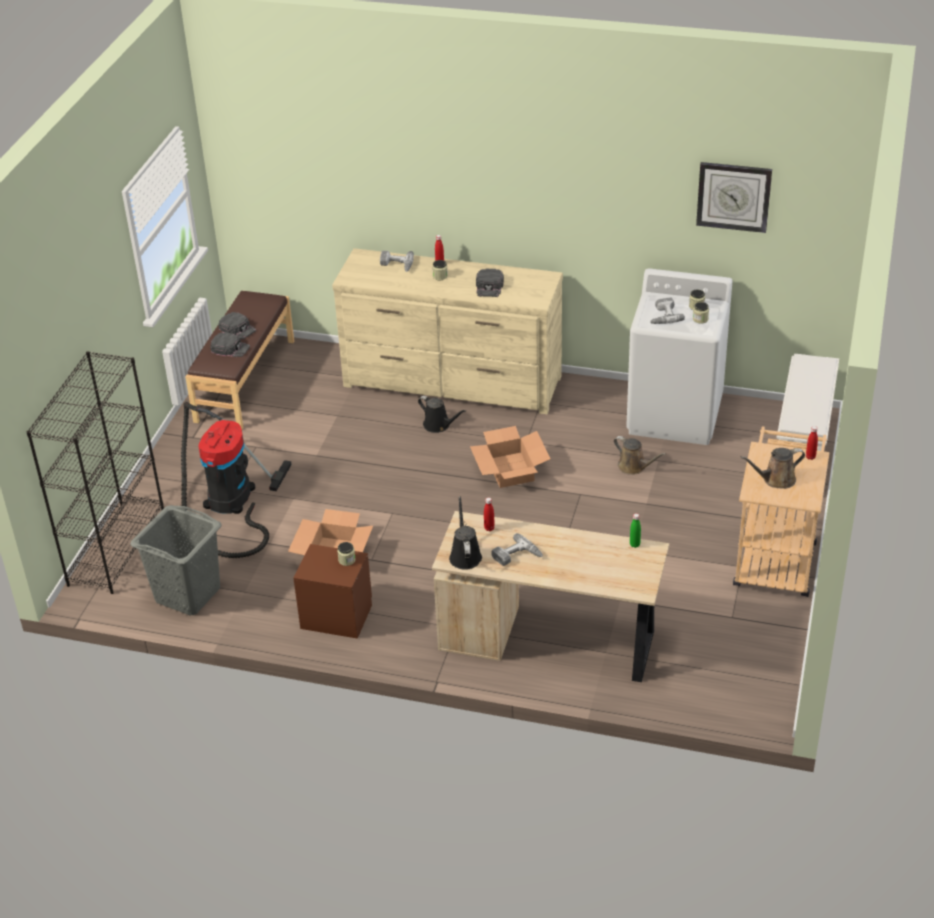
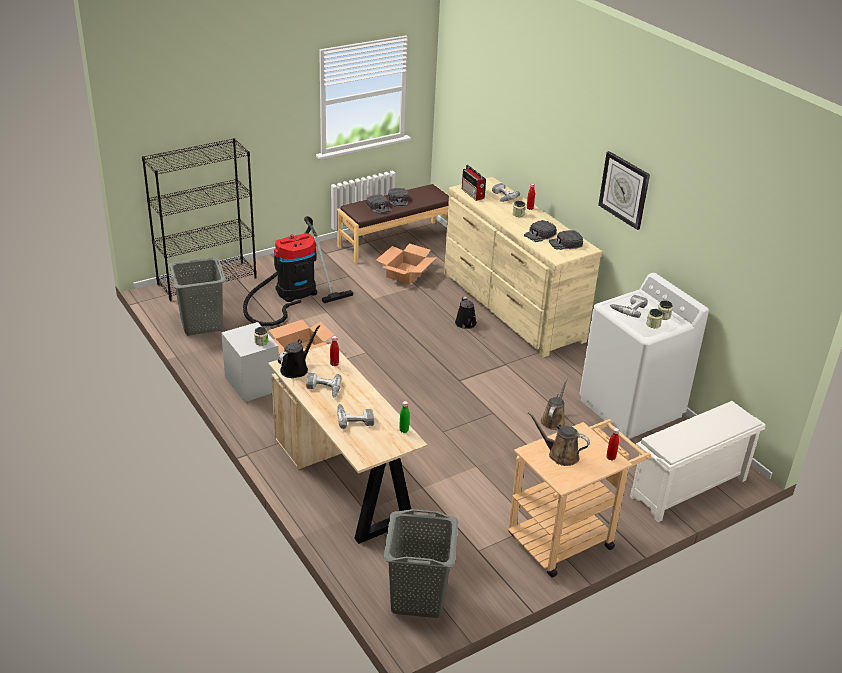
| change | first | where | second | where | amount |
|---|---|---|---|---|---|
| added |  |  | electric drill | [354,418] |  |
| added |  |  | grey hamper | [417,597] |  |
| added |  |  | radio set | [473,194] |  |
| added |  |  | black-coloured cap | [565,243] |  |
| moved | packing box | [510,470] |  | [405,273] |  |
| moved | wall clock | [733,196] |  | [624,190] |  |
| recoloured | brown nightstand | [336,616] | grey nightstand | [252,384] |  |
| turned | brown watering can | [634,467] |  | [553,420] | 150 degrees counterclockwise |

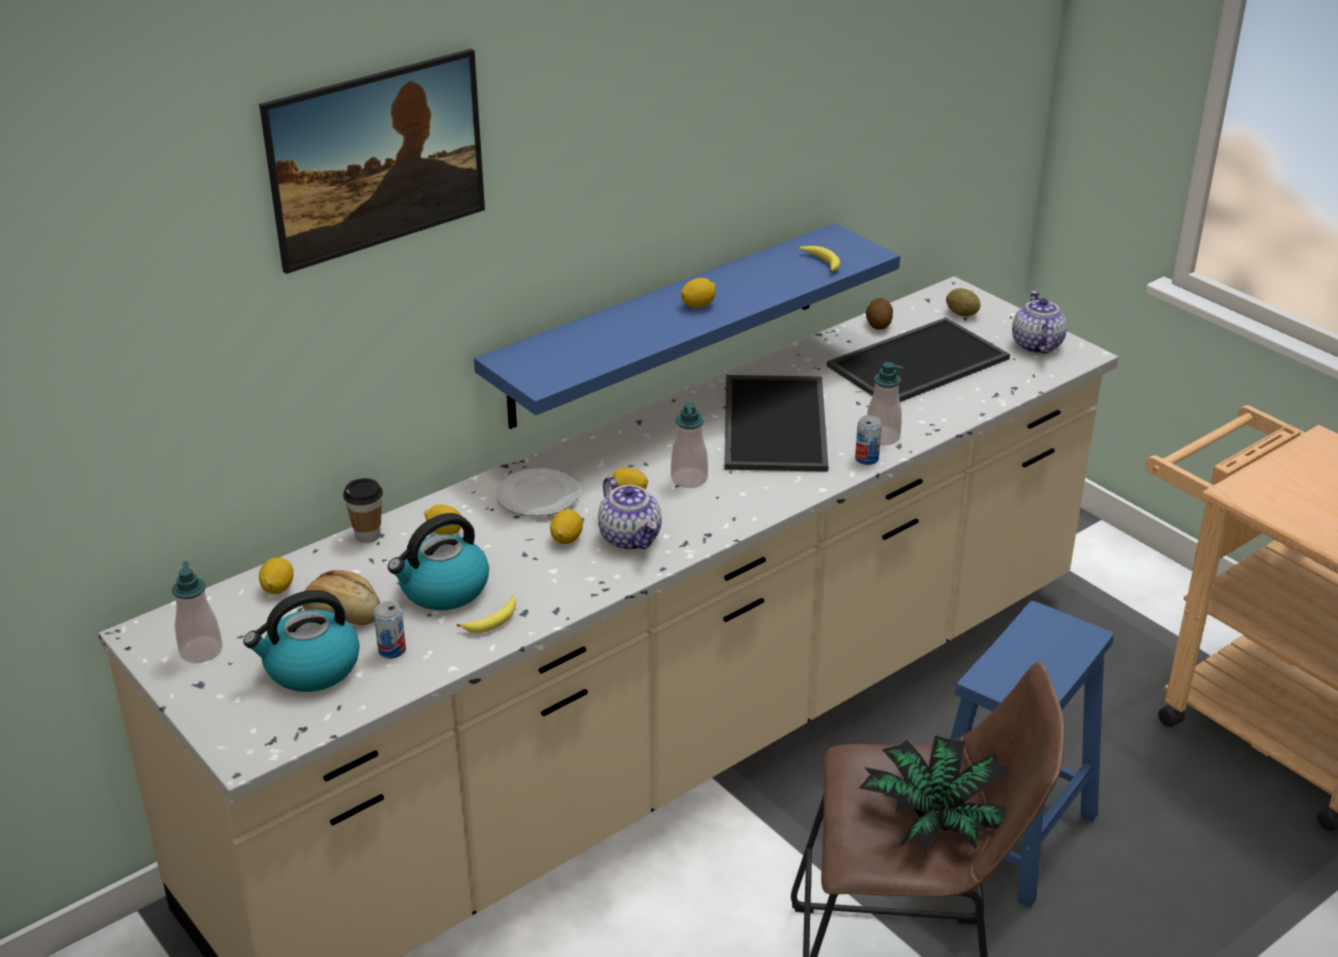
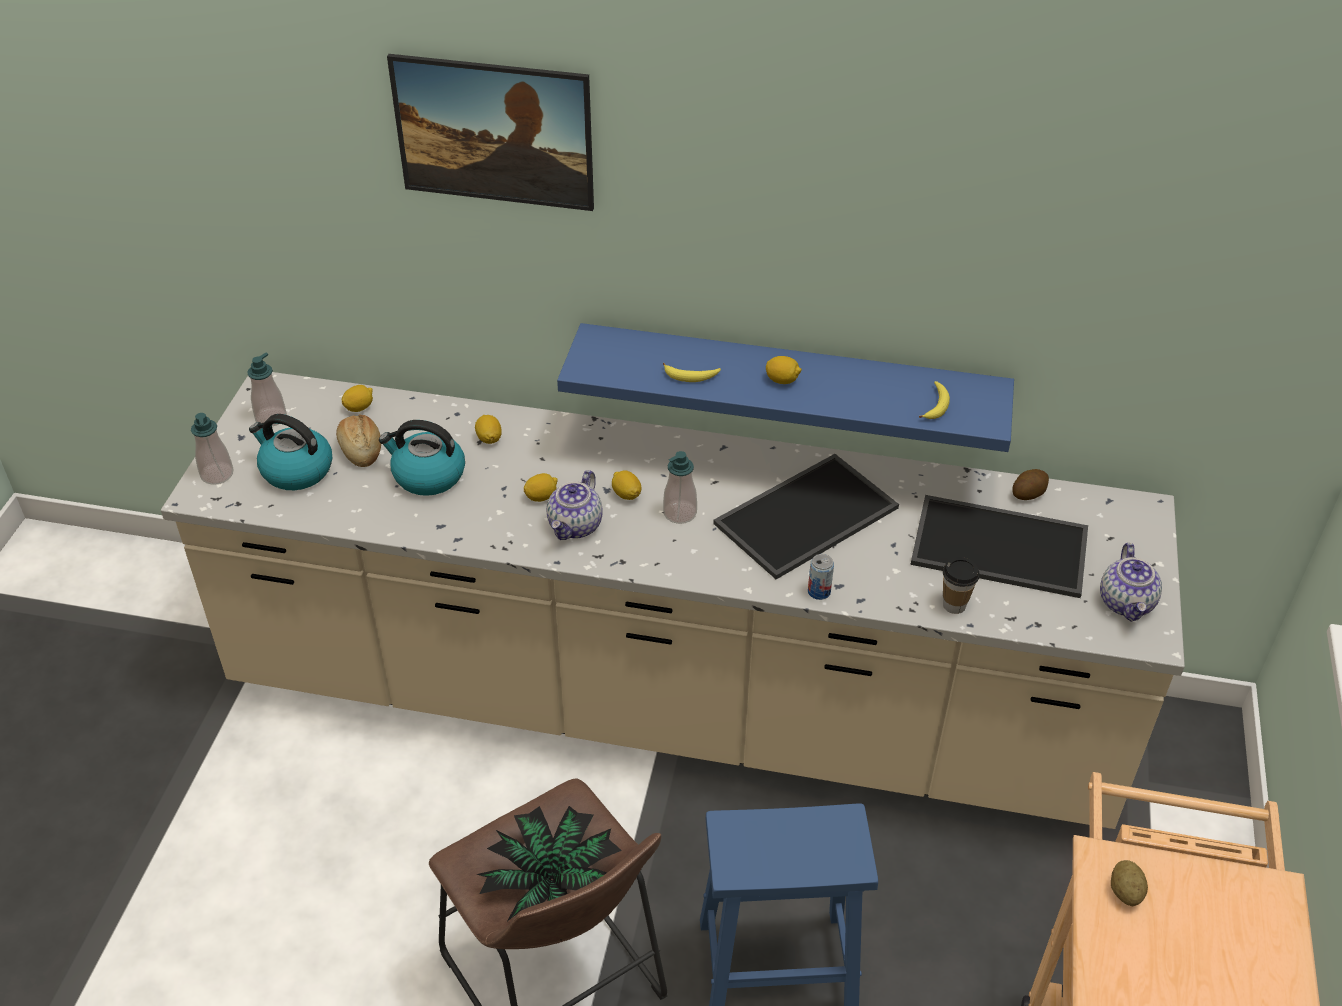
| change | first | where | second | where | amount |
|---|---|---|---|---|---|
| removed | sealed can | [392,650] |  |  |  |
| removed | plate | [537,496] |  |  |  |
| moved | cup | [368,535] |  | [954,605] |  |
| moved | banana | [493,621] |  | [691,376] |  |
| moved | liquid soap bottle | [882,437] |  | [217,474] |  |
| moved | spud | [961,314] |  | [1125,892] |  |
| turned | tea pot | [1036,345] |  | [1127,603] | 135 degrees clockwise |

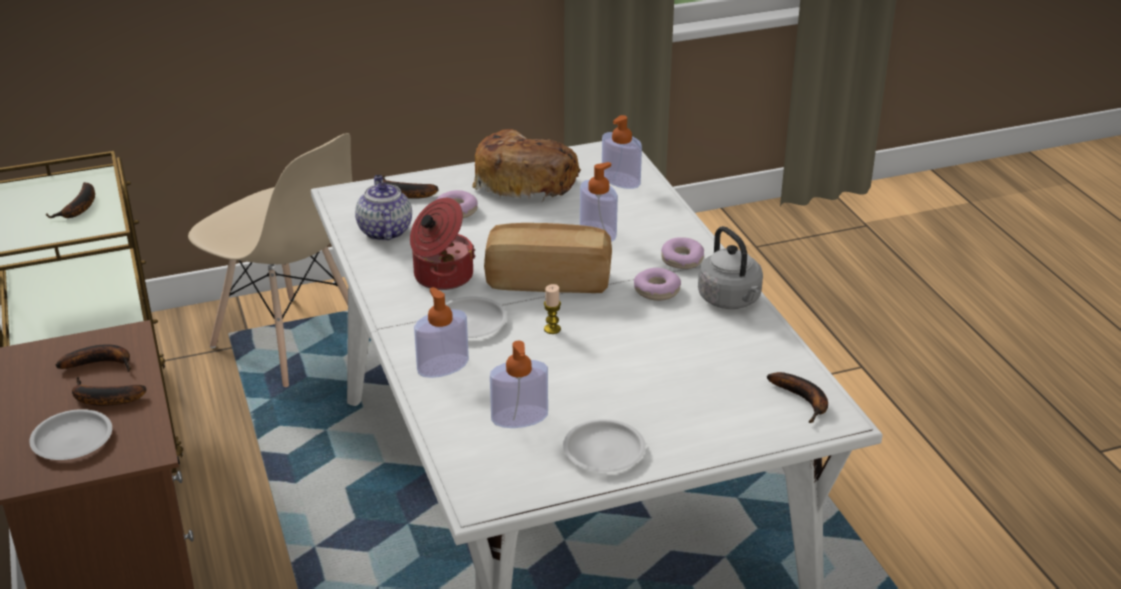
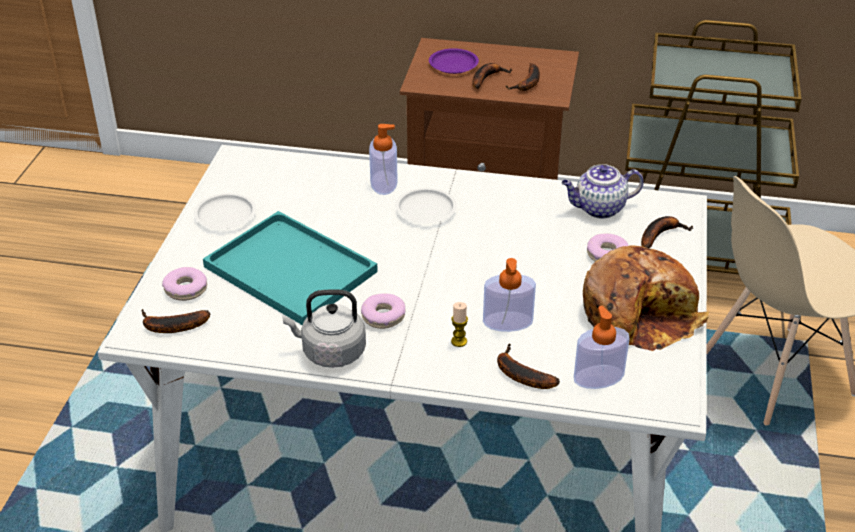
| change | first | where | second | where | amount |
|---|---|---|---|---|---|
| removed | cooking pot | [441,276] |  |  |  |
| removed | baked bread | [548,279] |  |  |  |
| removed | liquid soap bottle | [519,417] |  |  |  |
| added |  |  | blue-green serving tray | [293,270] |  |
| moved | banana | [79,208] |  | [519,374] |  |
| moved | wax candle | [552,329] |  | [459,341] |  |
| moved | ring doughnut | [682,260] |  | [186,289] |  |
| recoloured | white-coloured plate | [72,439] | purplish plate | [454,64] |  |
| turned | tea pot | [384,231] |  | [598,209] | 150 degrees clockwise |

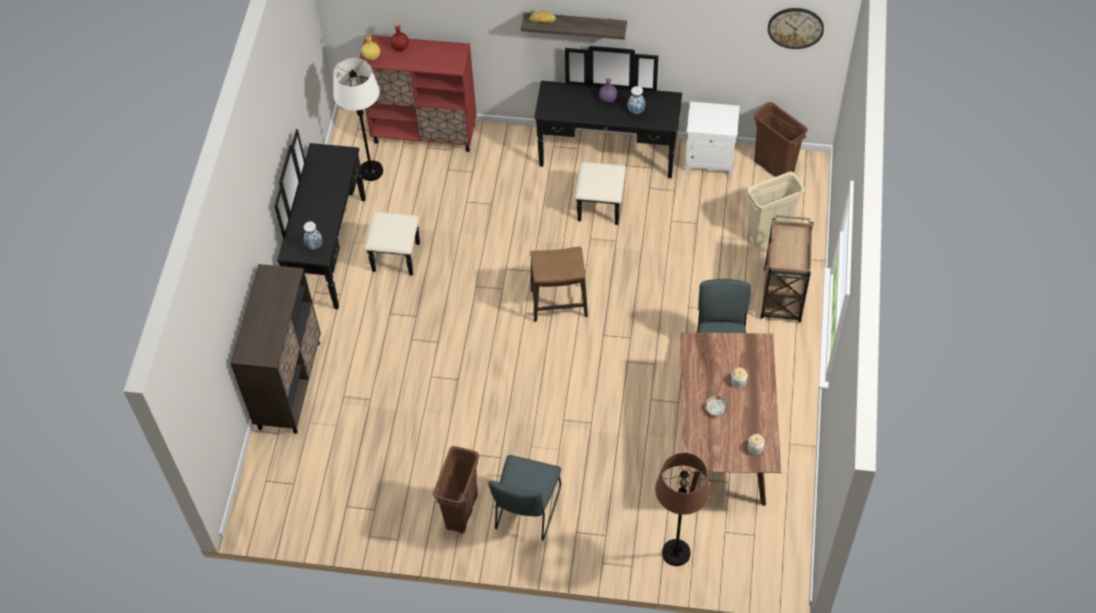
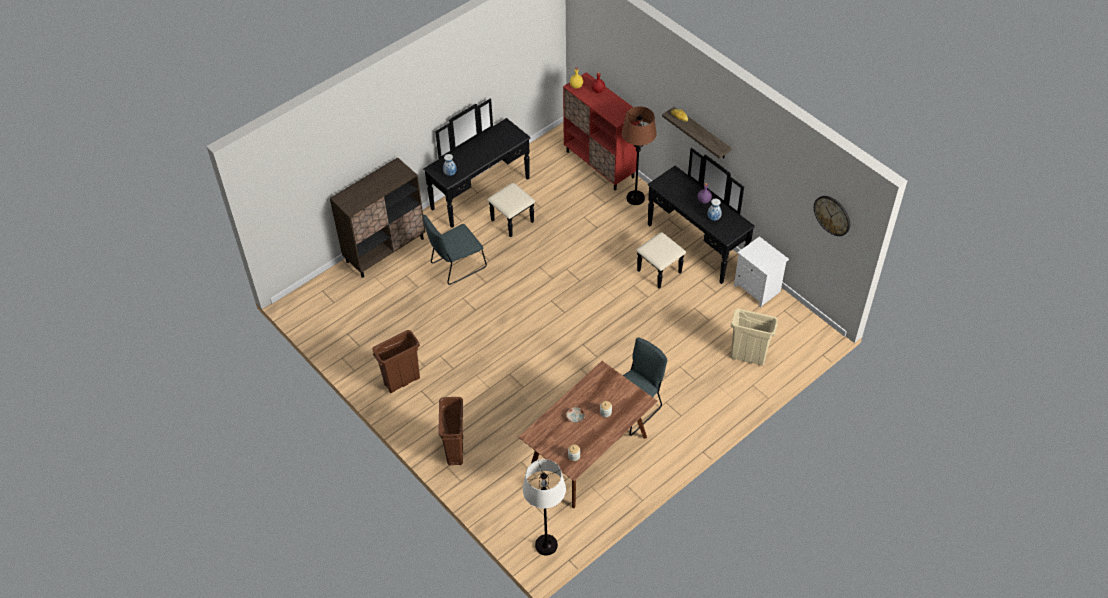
| change | first | where | second | where | amount |
|---|---|---|---|---|---|
| removed | stool seat | [559,303] |  |  |  |
| removed | brown trolley | [782,297] |  |  |  |
| moved | white-coloured standard lamp | [371,171] |  | [546,545] |  |
| moved | grey upright chair | [526,511] |  | [456,266] |  |
| moved | brown standard lamp | [676,553] |  | [635,198] |  |
| moved | brown trash can | [773,168] |  | [455,450] |  |

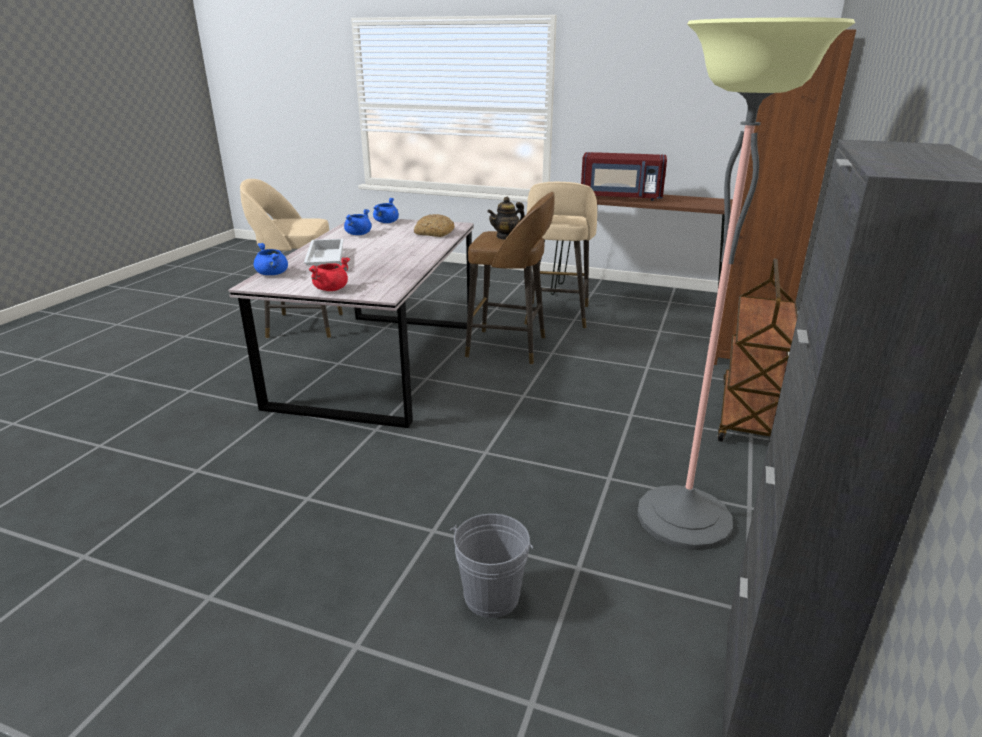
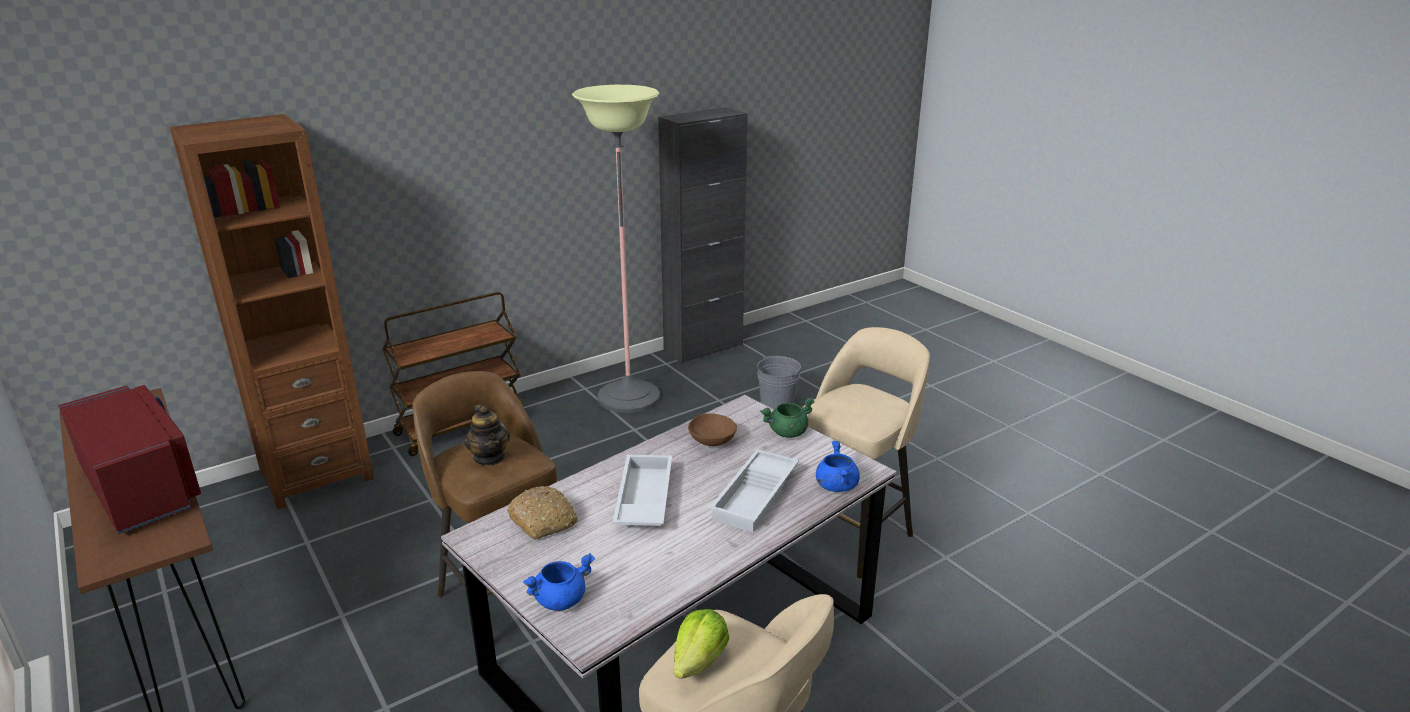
| change | first | where | second | where | amount |
|---|---|---|---|---|---|
| removed | bluish cooking pot | [358,234] |  |  |  |
| added |  |  | white-coloured serving tray | [642,499] |  |
| added |  |  | lettuce | [700,661] |  |
| added |  |  | brown serving bowl | [711,441] |  |
| moved | beige-coloured stool seat | [556,316] |  | [852,534] |  |
| recoloured | reddish cooking pot | [331,289] | green-coloured cooking pot | [787,433] |  |
| turned | tea pot | [506,237] |  | [490,457] | 60 degrees clockwise |

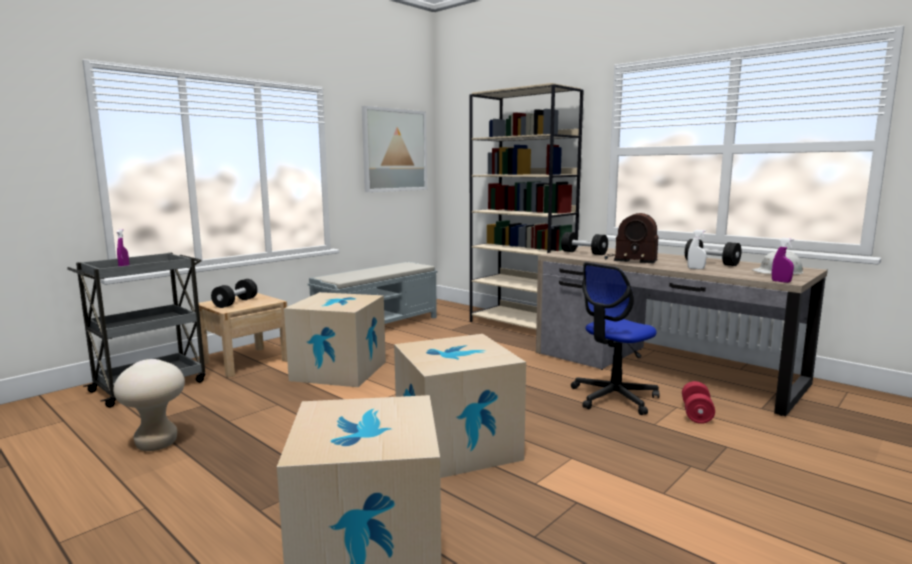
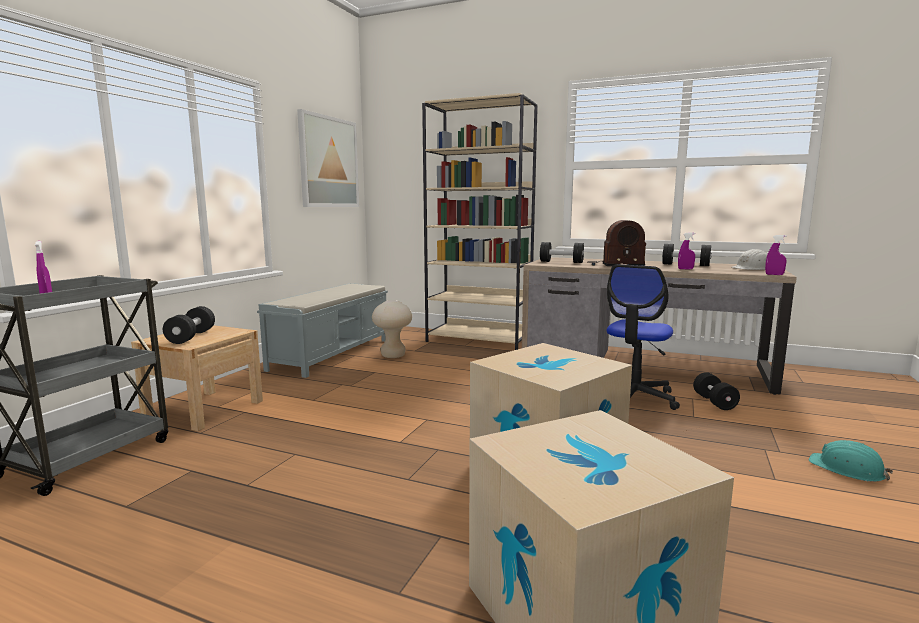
| change | first | where | second | where | amount |
|---|---|---|---|---|---|
| removed | packing box | [339,371] |  |  |  |
| added |  |  | blue-green work helmet | [847,469] |  |
| moved | beige-coloured stool seat | [156,444] |  | [393,356] |  |
| recoloured | reddish hand weight | [696,414] | black-coloured hand weight | [714,402] |  |
| recoloured | white-coloured hand sprayer | [696,268] | purplish hand sprayer | [685,269] |  |

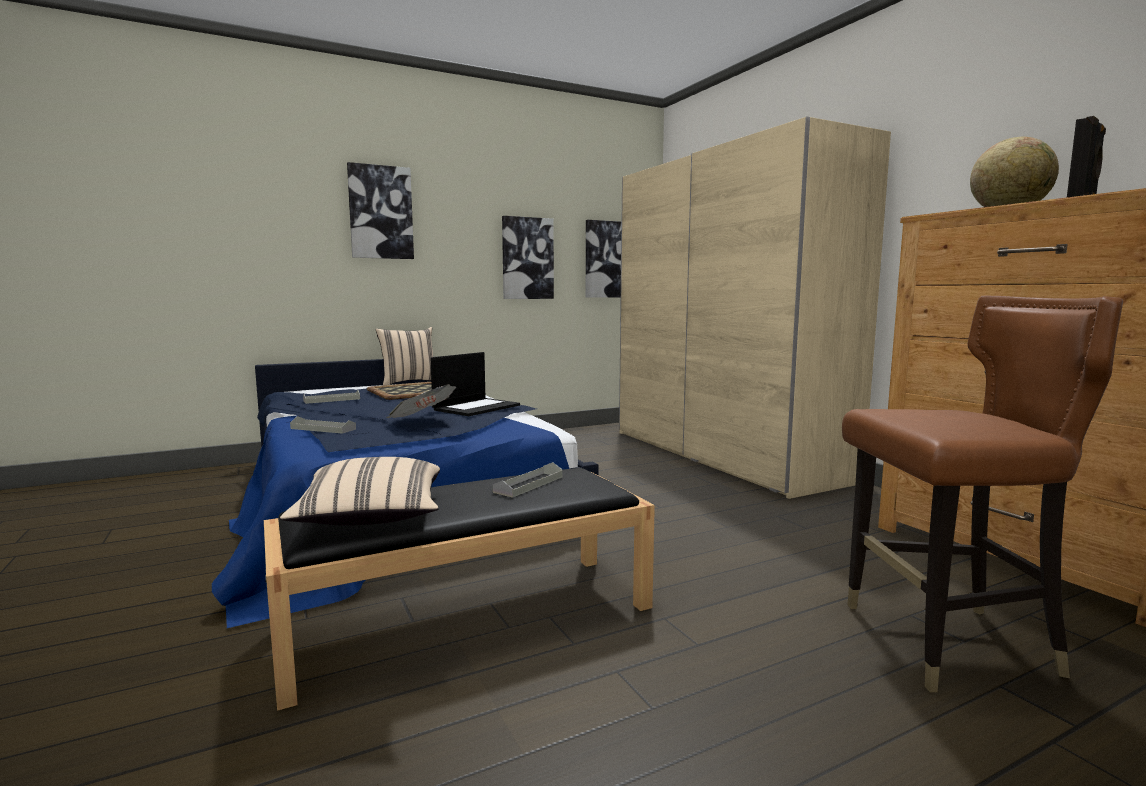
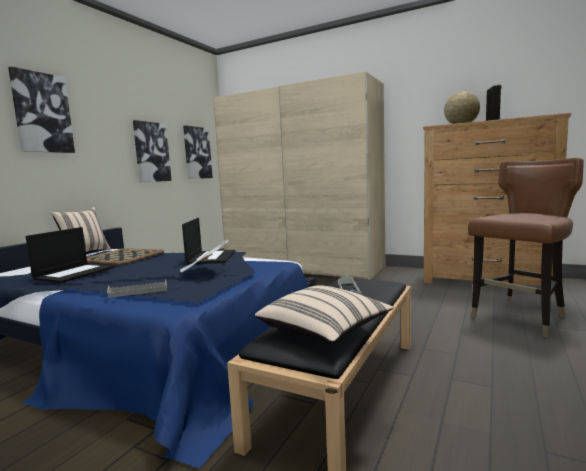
| change | first | where | second | where | amount |
|---|---|---|---|---|---|
| replaced | grey serving tray | [332,400] | notebook computer | [75,273] |  |

